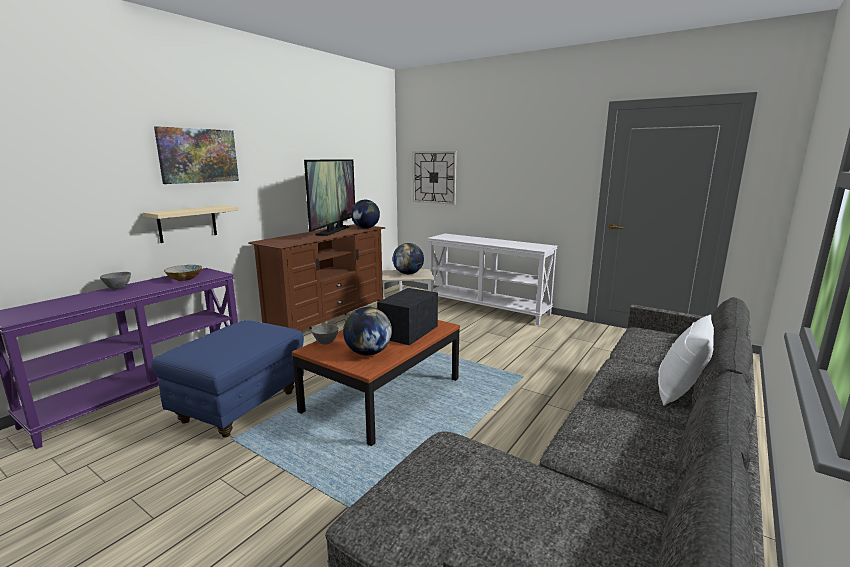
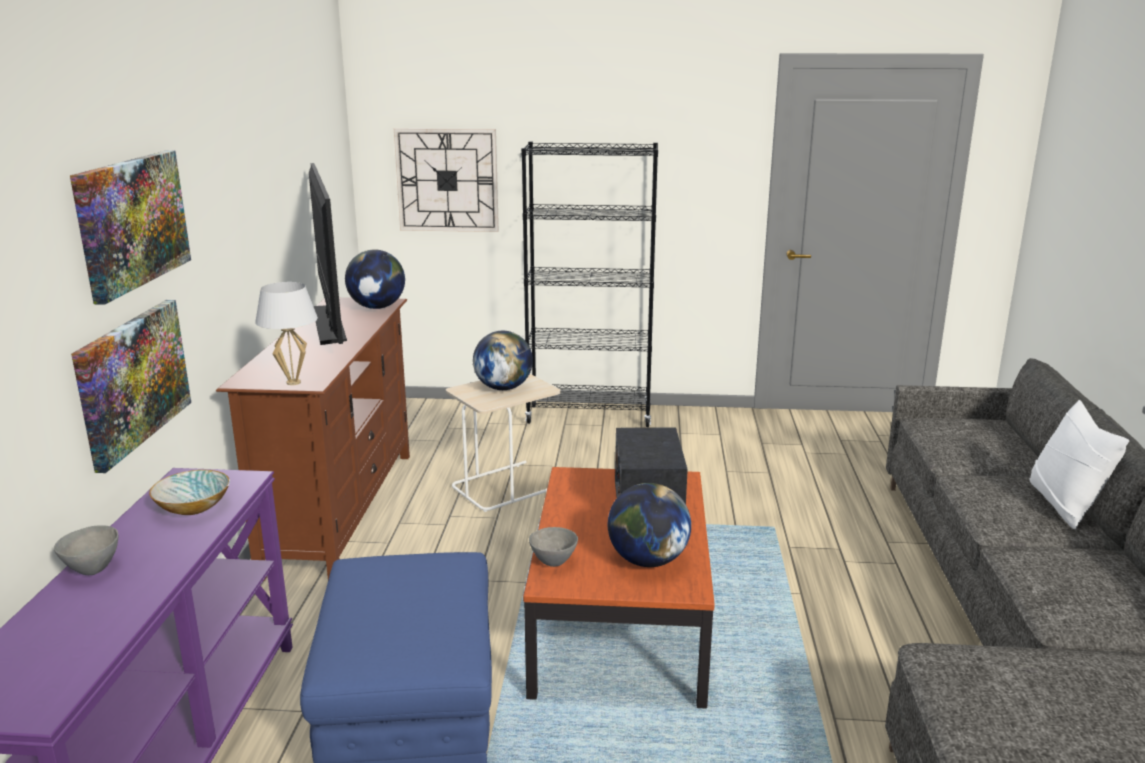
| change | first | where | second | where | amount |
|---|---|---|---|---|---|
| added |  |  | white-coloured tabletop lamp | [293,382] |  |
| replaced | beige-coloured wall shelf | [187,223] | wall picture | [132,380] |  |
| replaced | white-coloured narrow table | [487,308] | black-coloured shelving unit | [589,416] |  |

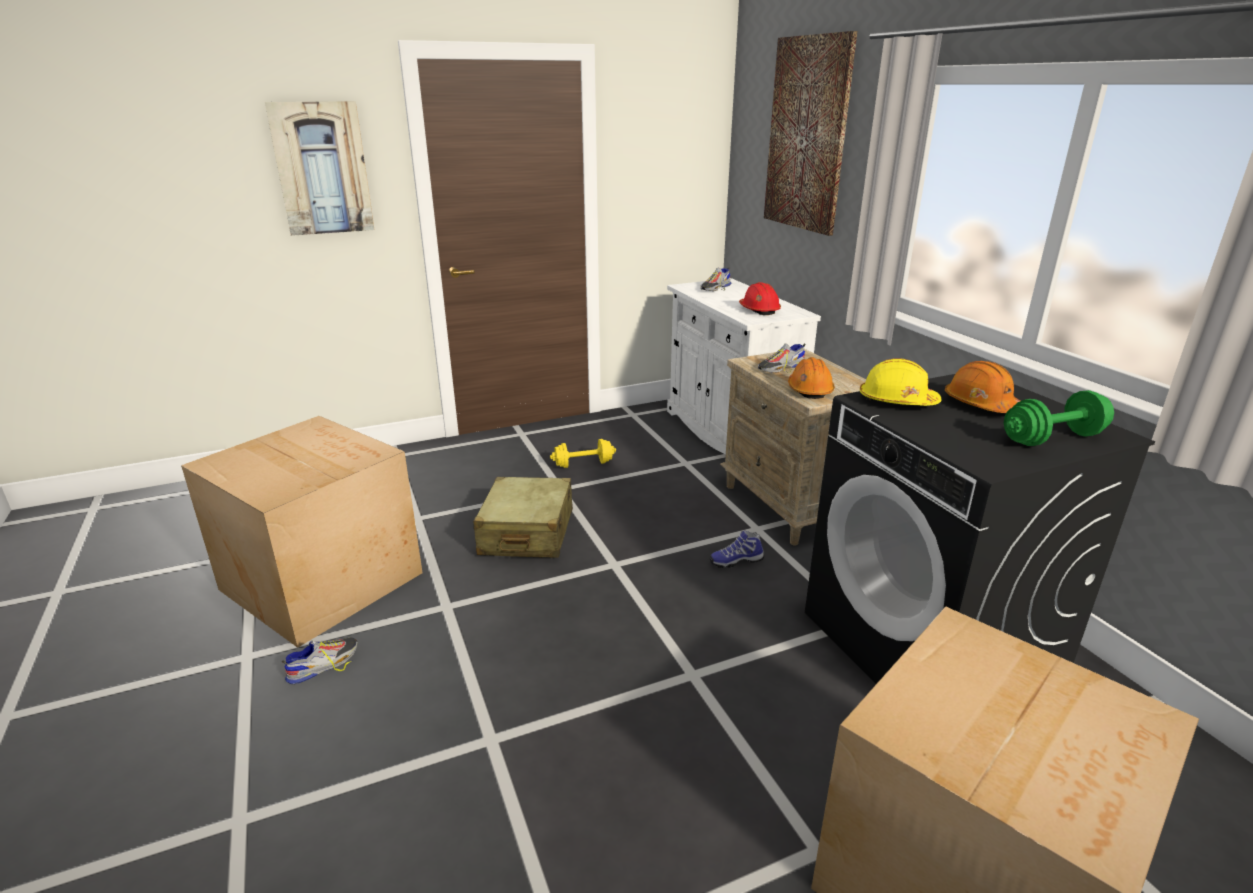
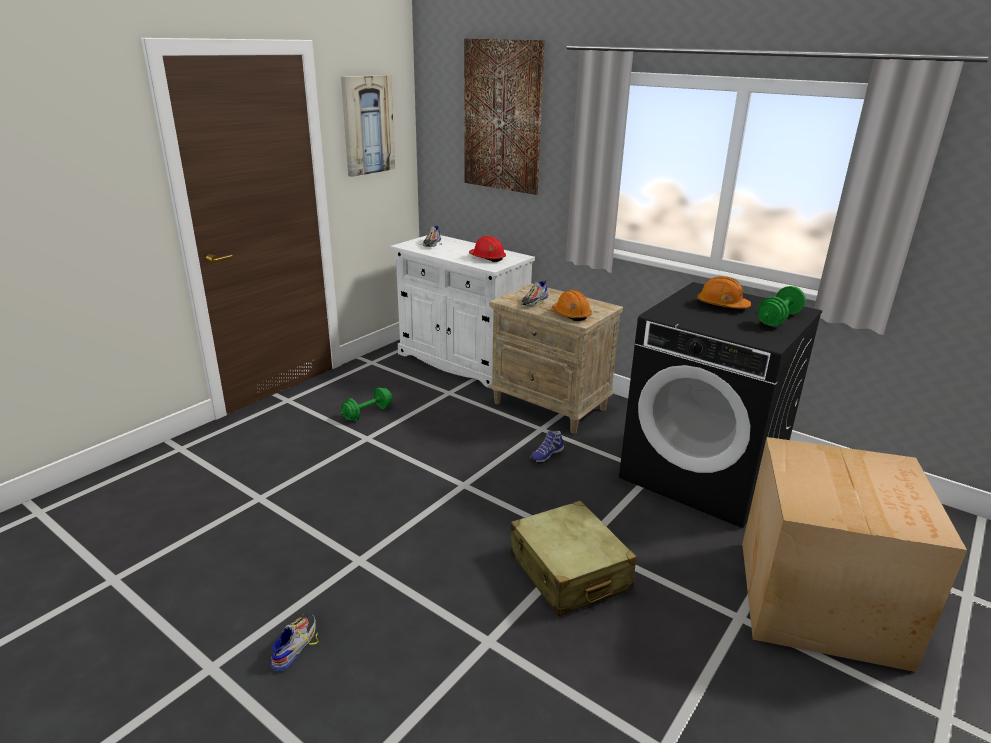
| change | first | where | second | where | amount |
|---|---|---|---|---|---|
| removed | packing box | [323,579] |  |  |  |
| removed | yellowish work helmet | [896,401] |  |  |  |
| moved | wall picture | [322,168] |  | [367,125] |  |
| moved | beige-coloured piece of luggage | [527,533] |  | [569,572] |  |
| recoloured | yellowish hand weight | [583,464] | green-coloured hand weight | [367,413] |  |

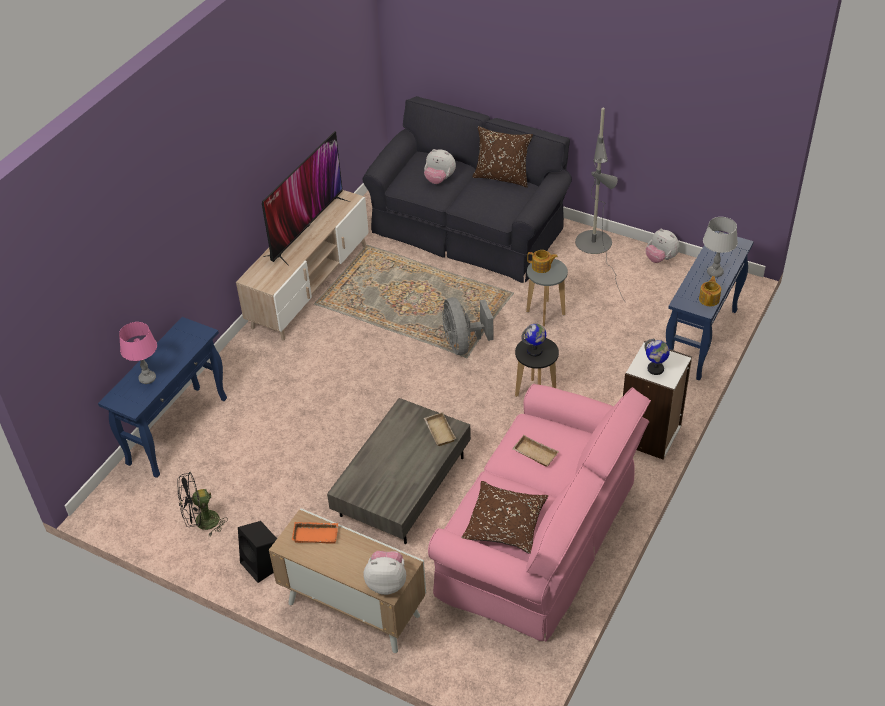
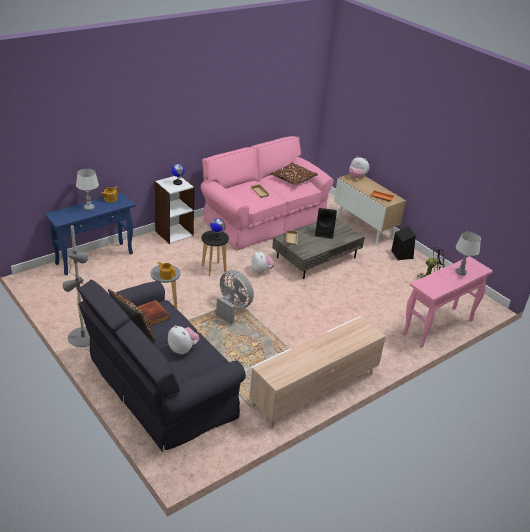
| change | first | where | second | where | amount |
|---|---|---|---|---|---|
| removed | TV set | [306,228] |  |  |  |
| added |  |  | bound book | [153,314] |  |
| added |  |  | black-coloured speaker | [325,233] |  |
| moved | plush toy | [660,259] |  | [261,271] |  |
| recoloured | bluish narrow table | [178,430] | pinkish narrow table | [438,327] |  |
| recoloured | pinkish tabletop lamp | [147,378] | grey tabletop lamp | [460,272] |  |
| turned | grey fan | [463,344] |  | [232,308] | 60 degrees counterclockwise |

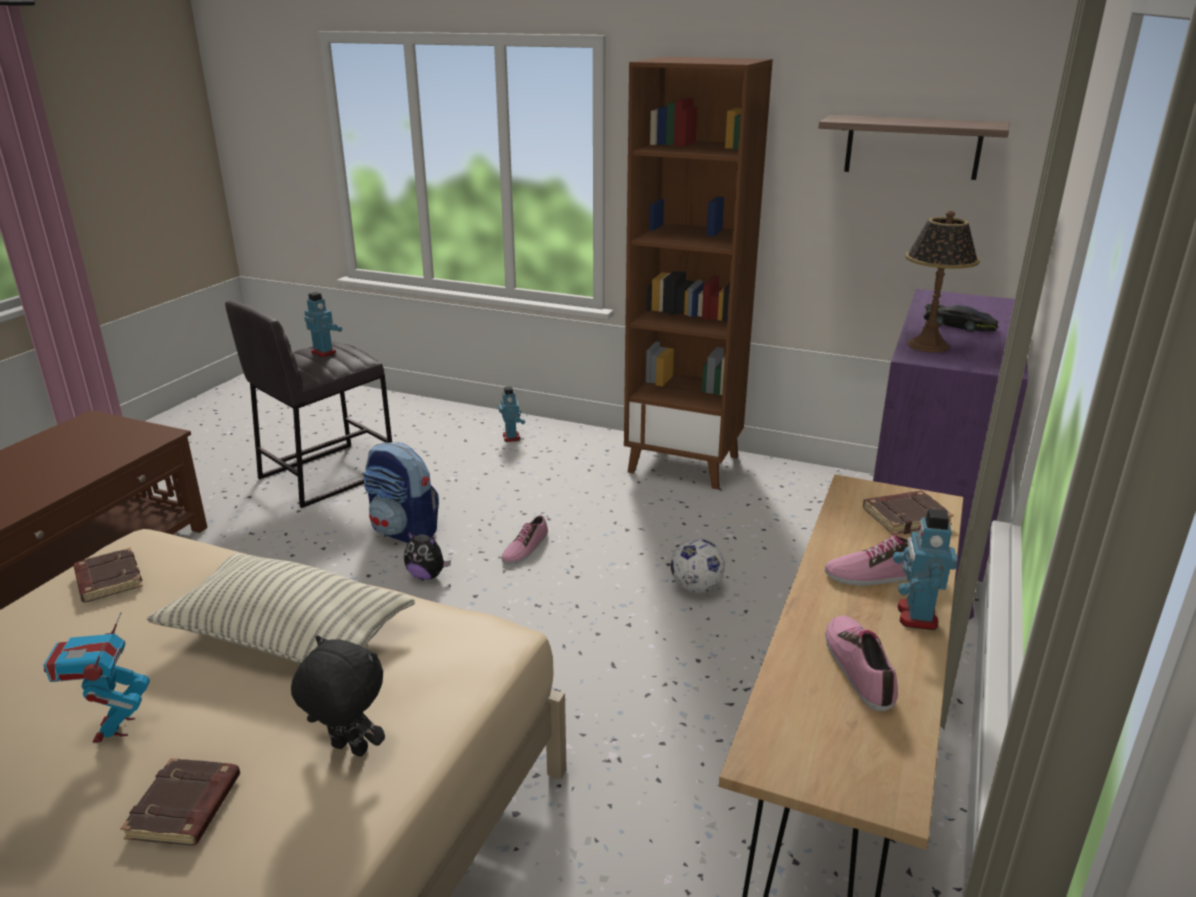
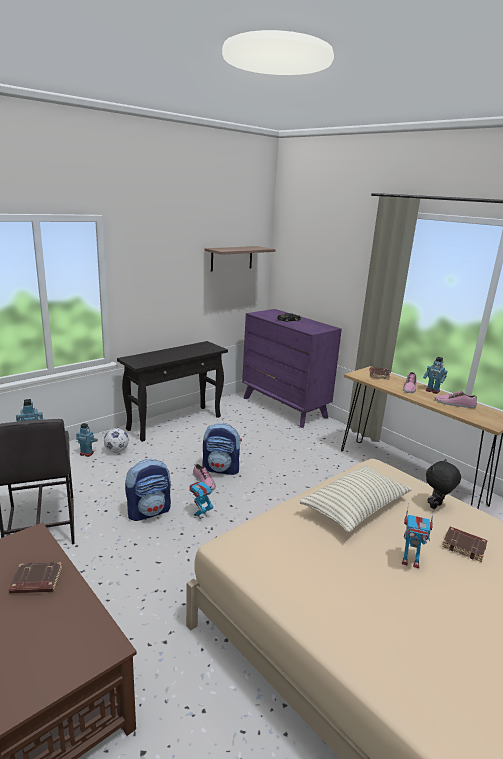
| change | first | where | second | where | amount |
|---|---|---|---|---|---|
| removed | tabletop lamp | [927,345] |  |  |  |
| added |  |  | knapsack | [221,469] |  |
| moved | brown bound book | [108,580] |  | [36,582] |  |
| moved | ball for football | [696,588] |  | [117,450] |  |
| replaced | plush toy | [427,576] | toy robot | [200,515] |  |
| replaced | brown shelving unit | [684,464] | black-coloured narrow table | [175,423] |  |

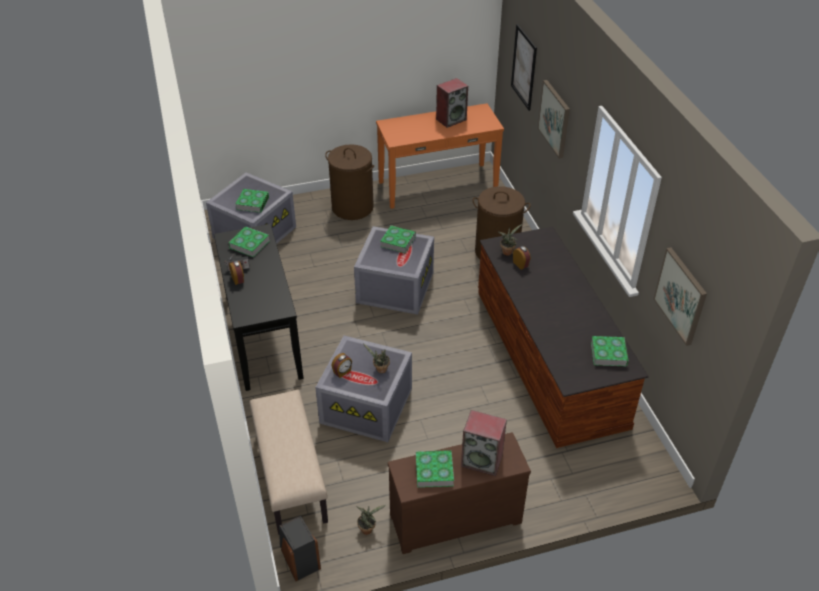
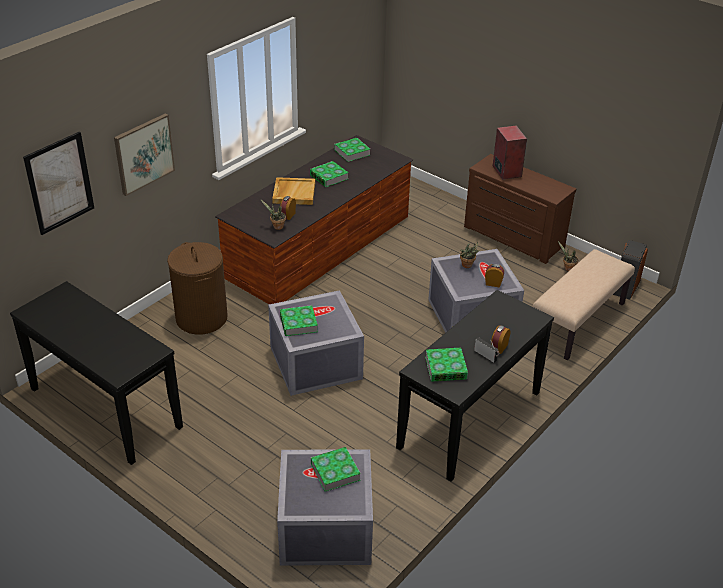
| change | first | where | second | where | amount |
|---|---|---|---|---|---|
| removed | brown hamper | [352,207] |  |  |  |
| removed | speaker | [451,119] |  |  |  |
| removed | wall picture | [681,296] |  |  |  |
| added |  |  | beige-coloured serving tray | [293,193] |  |
| moved | bound book | [434,471] |  | [329,177] |  |
| recoloured | orange narrow table | [437,185] | black-coloured narrow table | [105,408] |  |

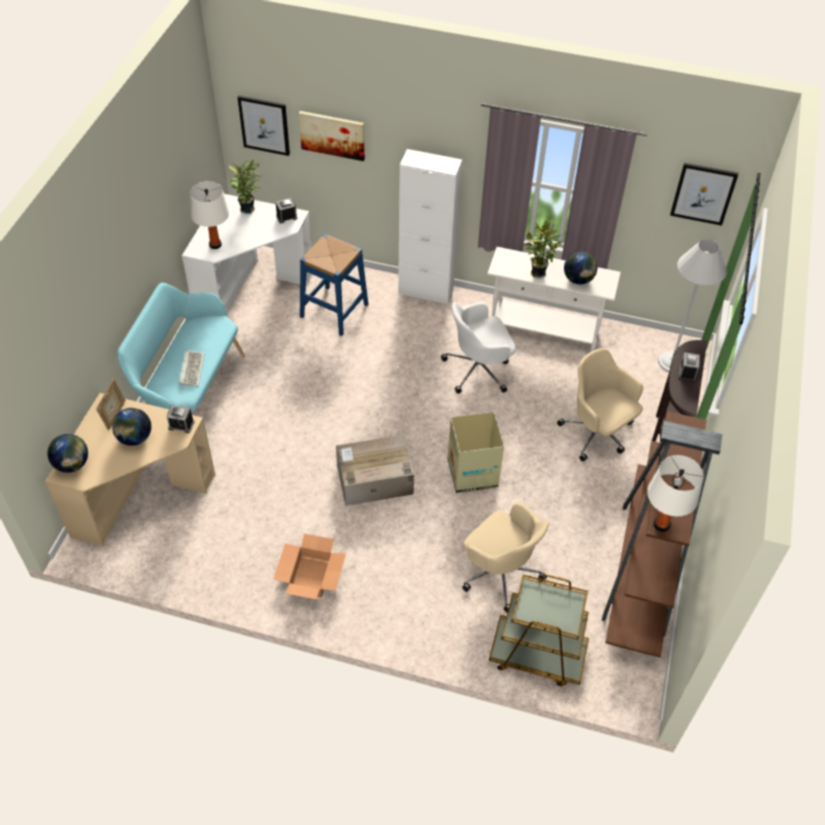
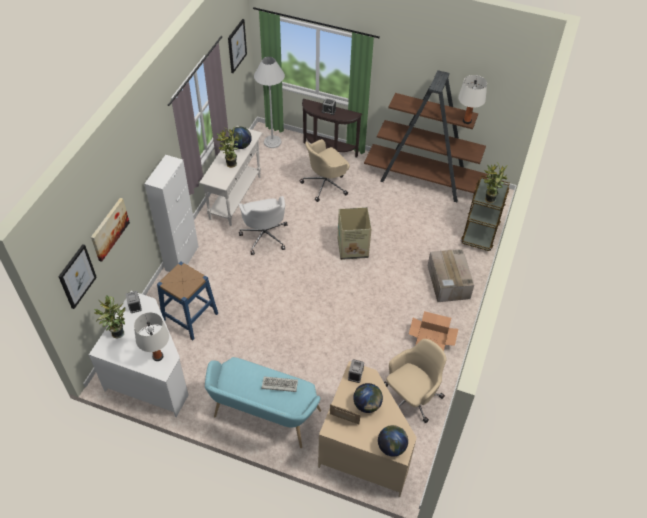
| change | first | where | second | where | amount |
|---|---|---|---|---|---|
| added |  |  | plant in a pot | [488,199] |  |
| moved | packing box | [373,480] |  | [448,282] |  |
| moved | beige-coloured computer chair | [500,572] |  | [411,397] |  |

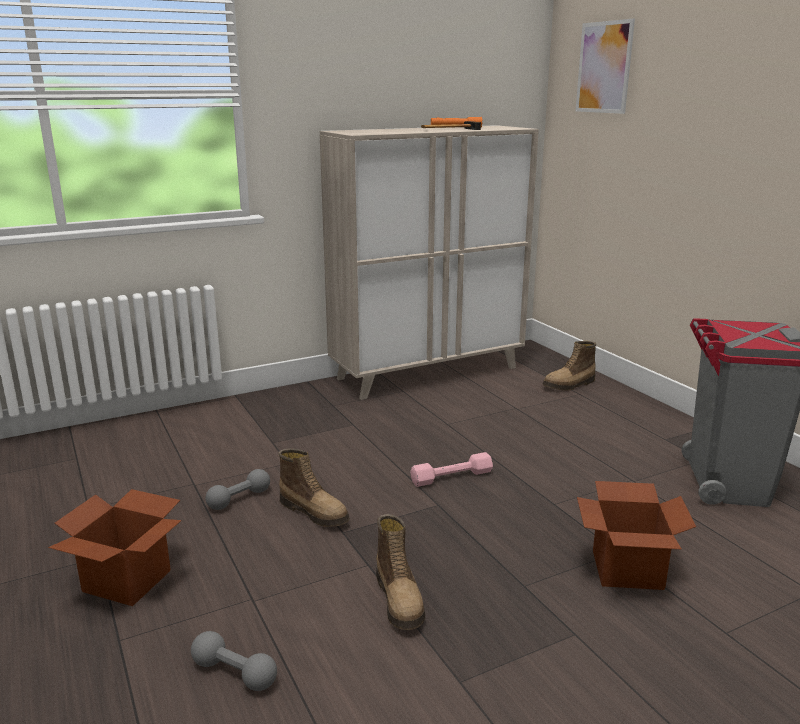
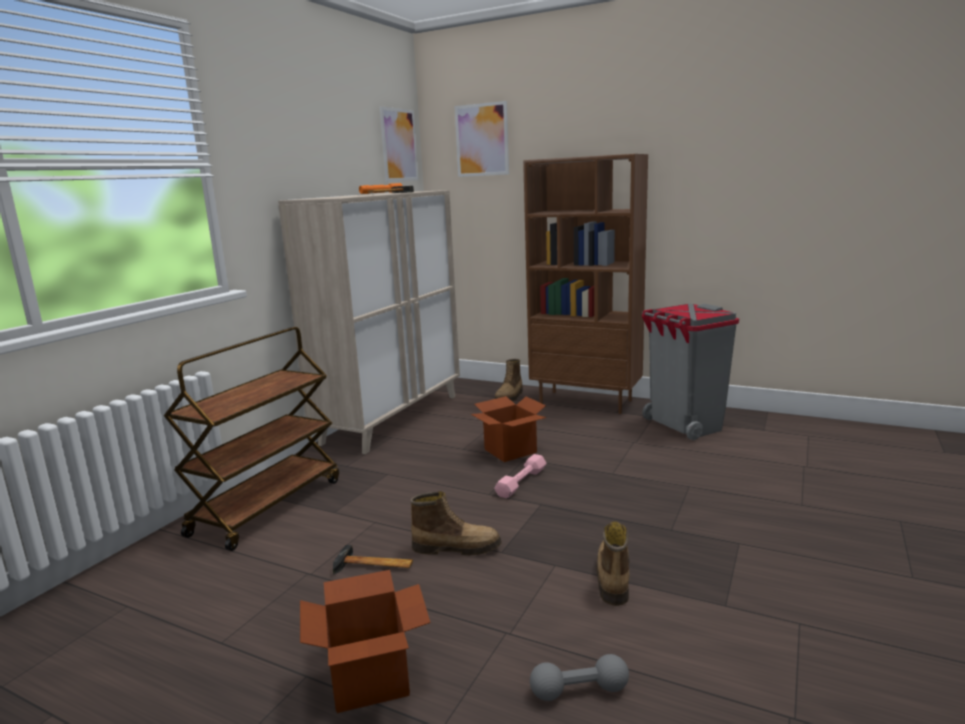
| change | first | where | second | where | amount |
|---|---|---|---|---|---|
| added |  |  | brown trolley | [267,506] |  |
| added |  |  | wall picture | [399,145] |  |
| added |  |  | brown shelving unit | [586,402] |  |
| moved | packing box | [627,569] |  | [510,451] |  |
| replaced | grey hand weight | [239,499] | hammer | [374,566] |  |
| turned | boot | [400,599] |  | [612,576] | 120 degrees counterclockwise |

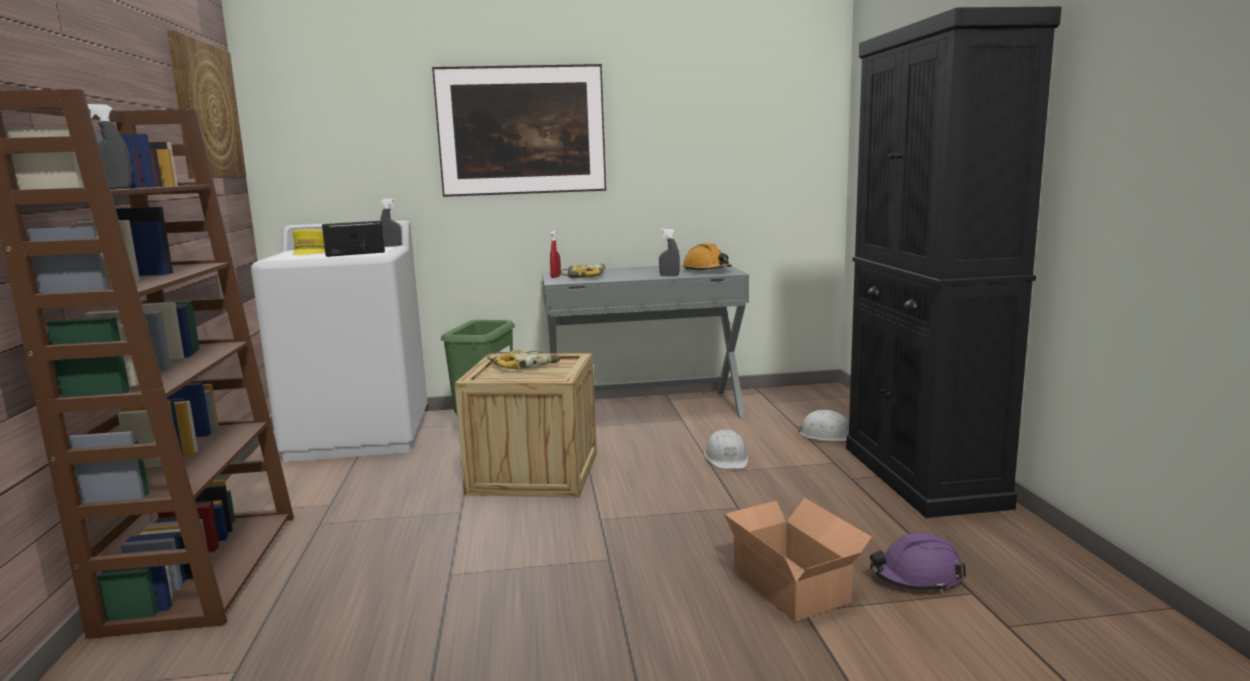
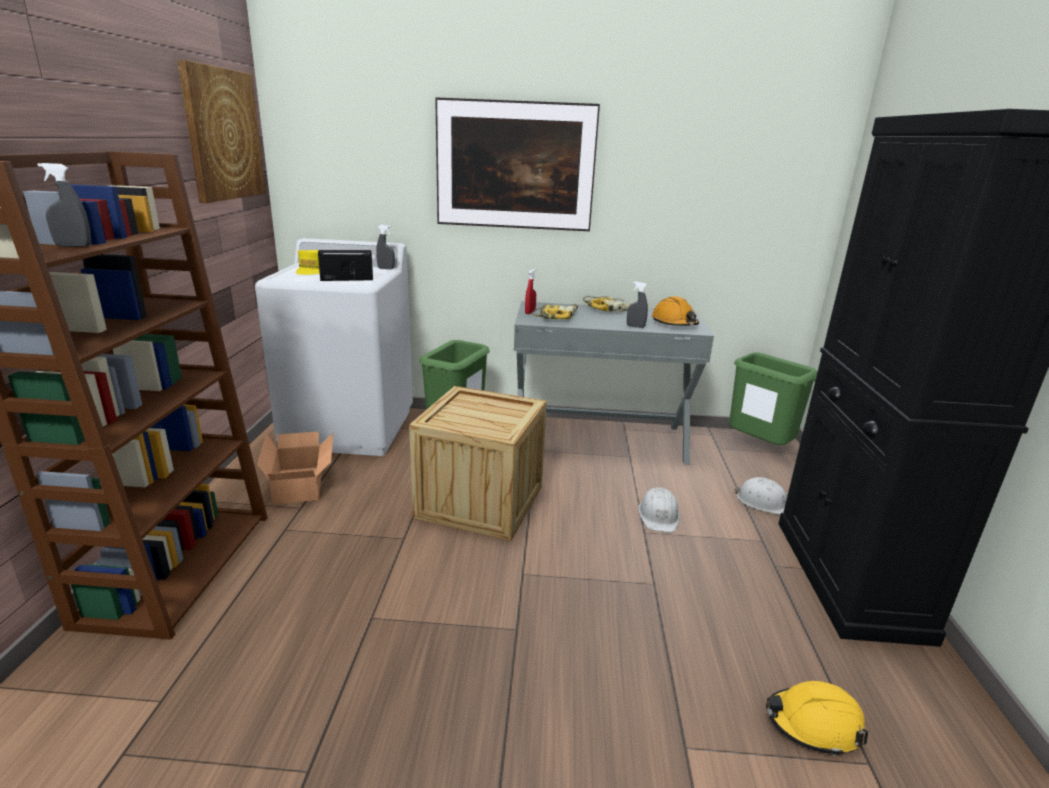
| change | first | where | second | where | amount |
|---|---|---|---|---|---|
| added |  |  | green-coloured trash can | [757,448] |  |
| moved | electric drill | [524,365] |  | [610,309] |  |
| moved | packing box | [792,584] |  | [301,483] |  |
| recoloured | purplish work helmet | [916,577] | yellowish work helmet | [813,724] |  |

